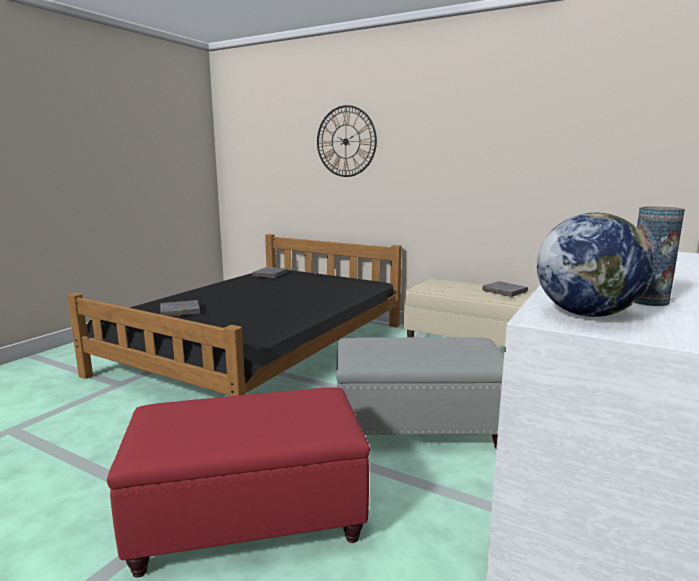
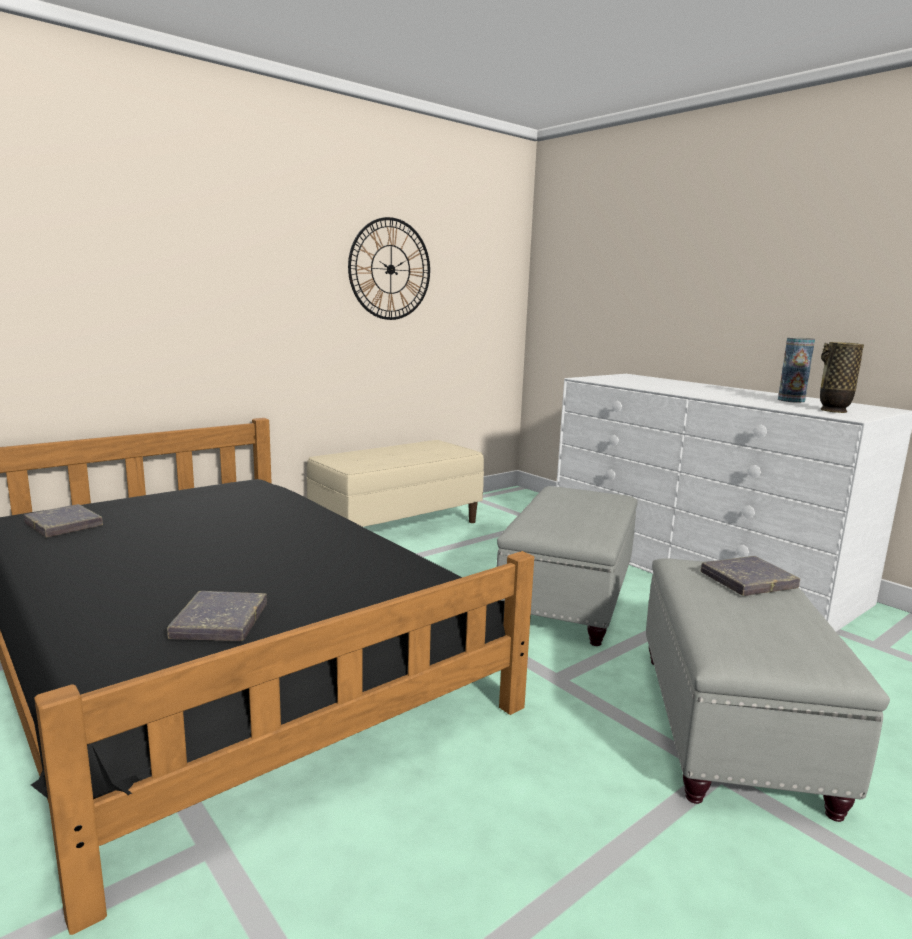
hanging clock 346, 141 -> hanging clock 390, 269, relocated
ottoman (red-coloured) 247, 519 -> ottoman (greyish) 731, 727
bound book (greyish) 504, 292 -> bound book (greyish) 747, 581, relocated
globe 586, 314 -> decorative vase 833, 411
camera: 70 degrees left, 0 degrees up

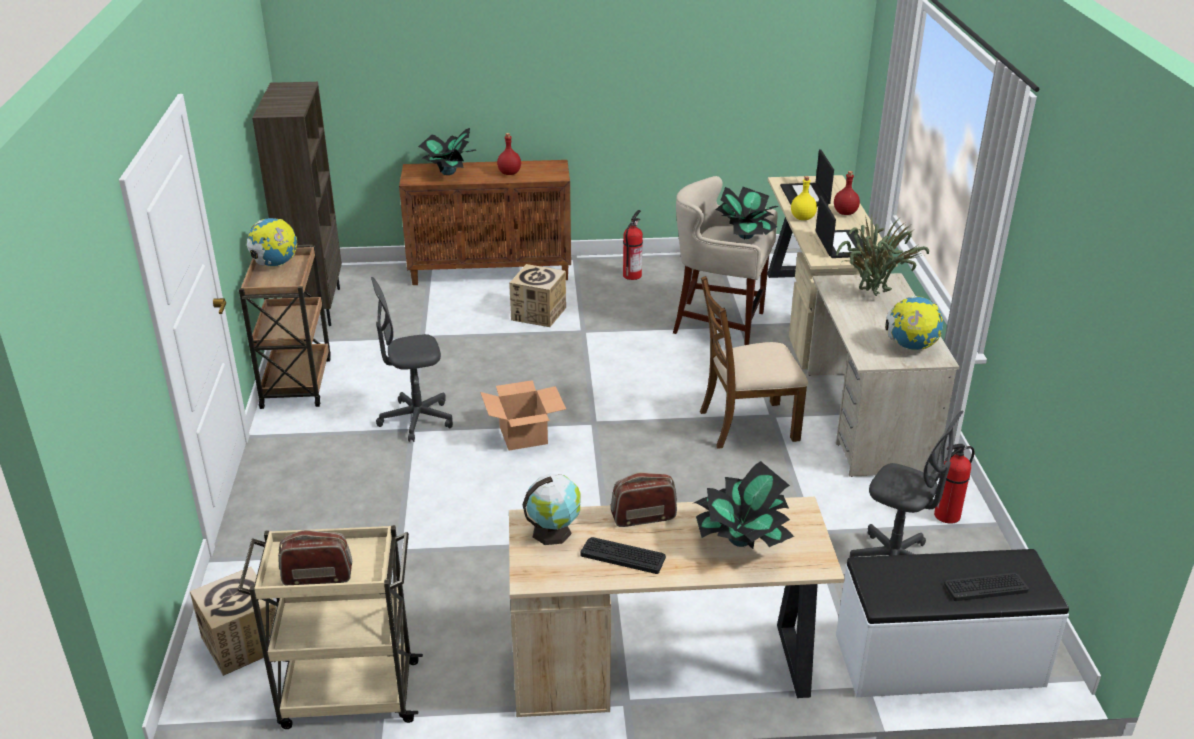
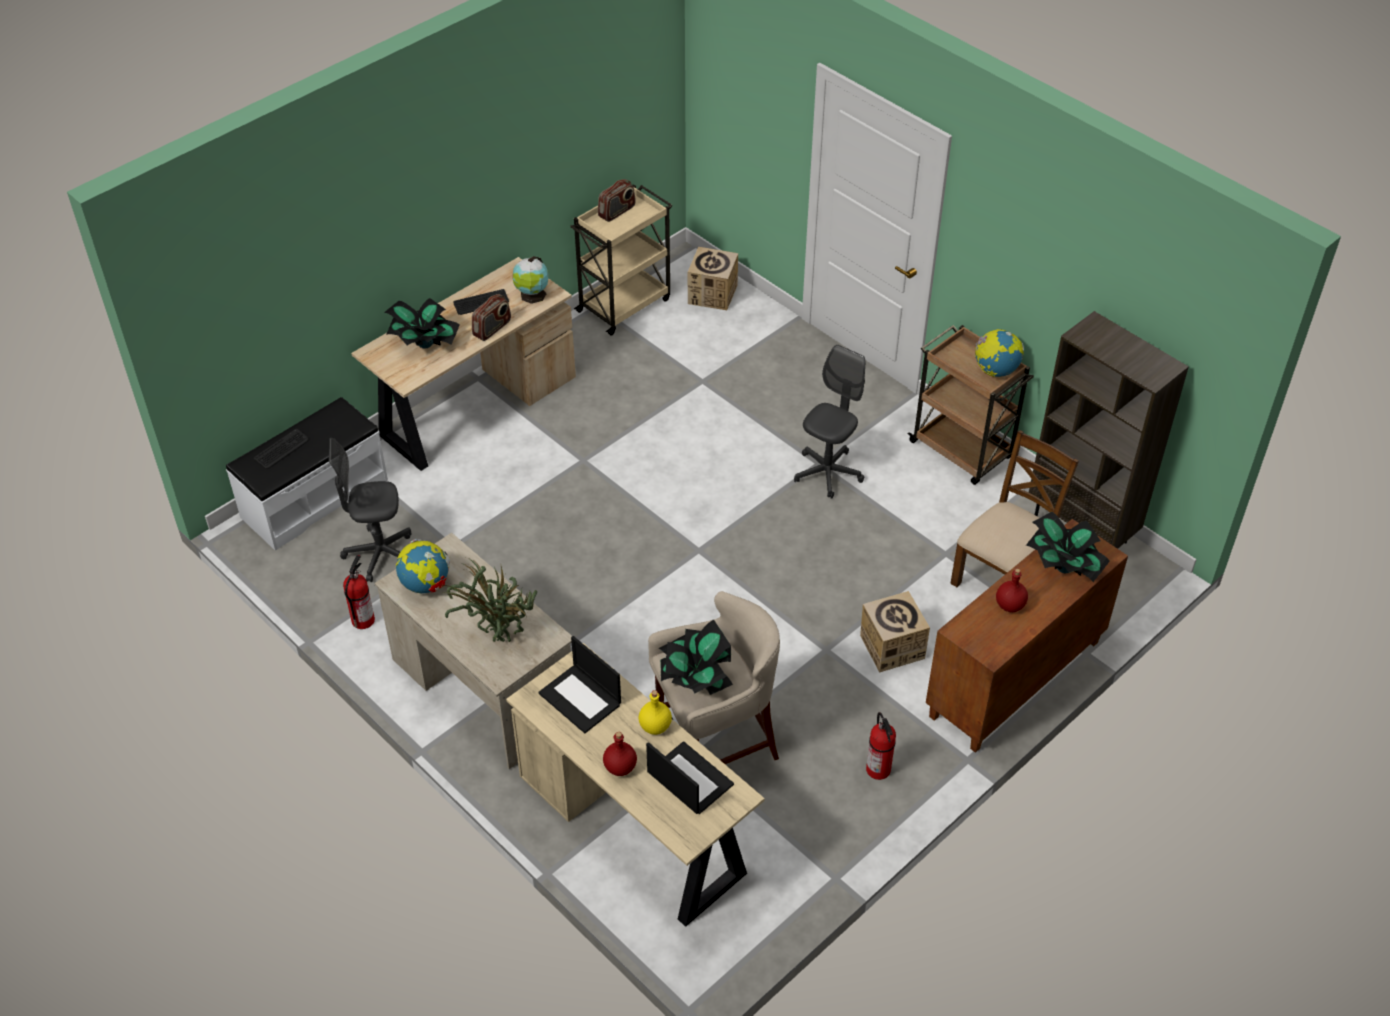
plain chair (brownish) 747, 424 -> plain chair (brownish) 1003, 575, relocated
cardboard box 523, 435 -> none
camera: 140 degrees right, 15 degrees up

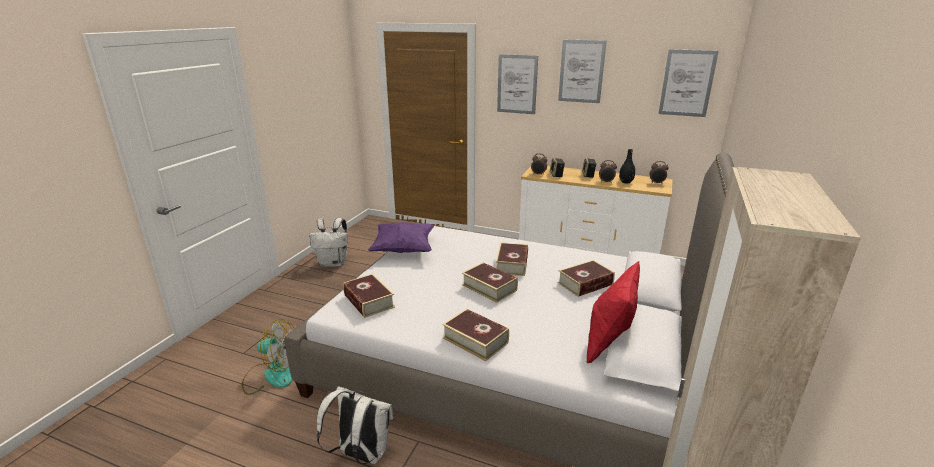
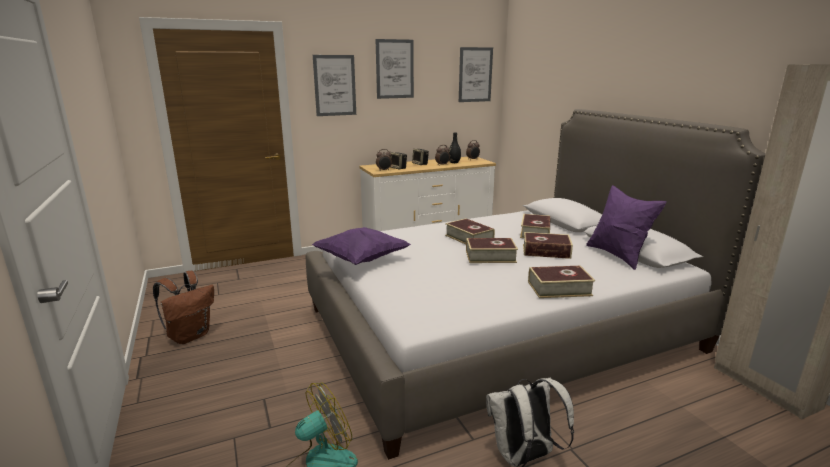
backpack (whitish) 333, 263 -> backpack (brownish) 190, 335
bound book 369, 301 -> bound book 546, 251, relocated
pillow (red-coloured) 608, 343 -> pillow (purple) 618, 255
camera: 45 degrees left, 5 degrees down

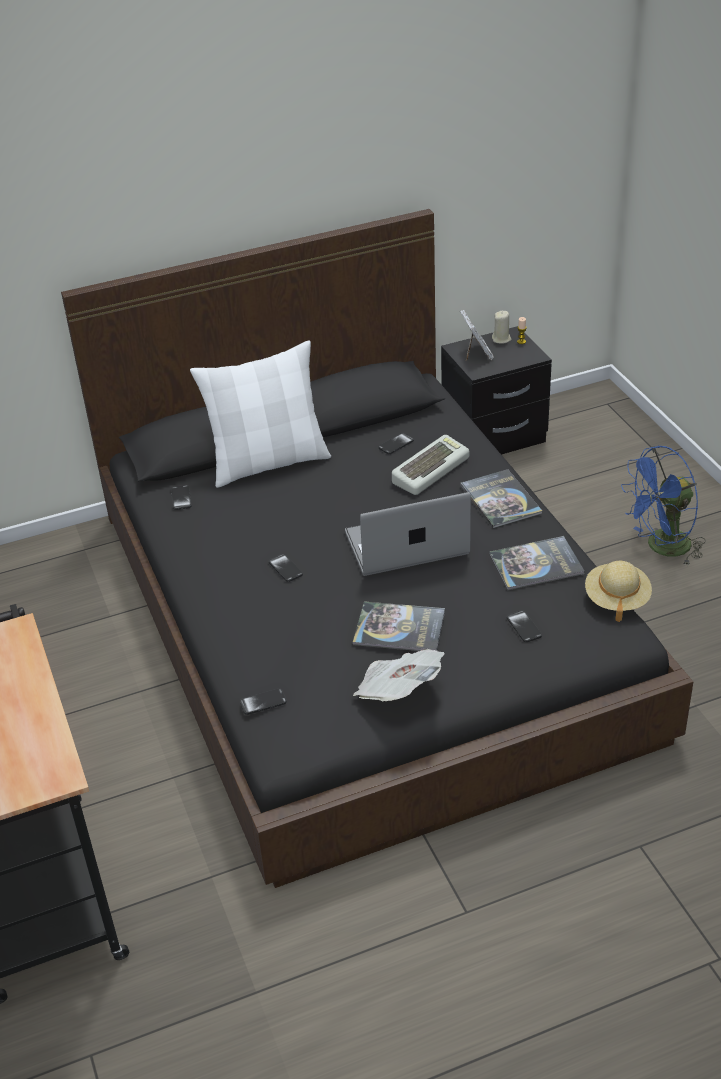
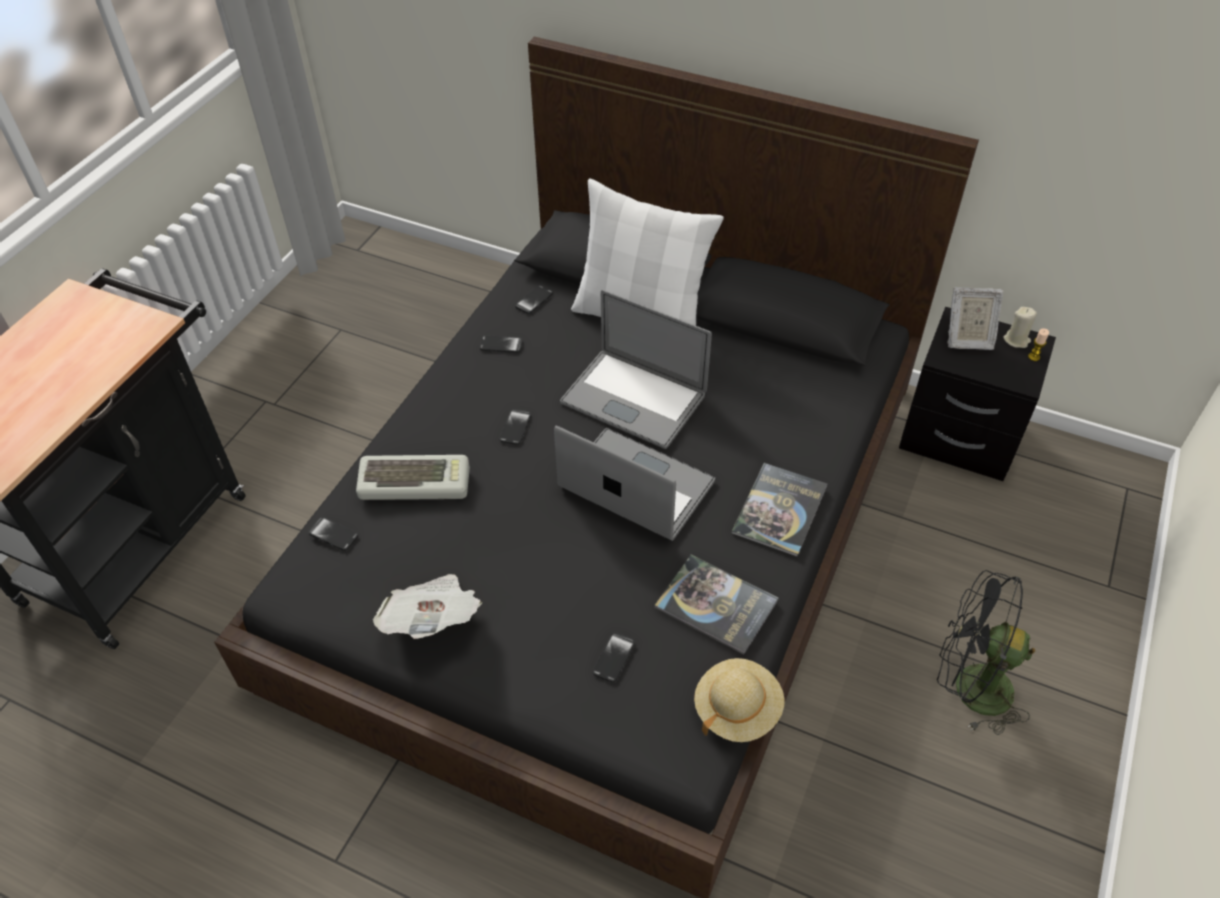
PC keyboard 429, 469 -> PC keyboard 416, 482, relocated
phone 396, 444 -> phone 501, 345, relocated
none -> notebook computer 633, 398
electric fan (blue-coloured) 661, 548 -> electric fan (blackish) 969, 688
photo frame 476, 354 -> photo frame 967, 339, 60 degrees clockwise
bound book 399, 628 -> none
camera: 45 degrees right, 10 degrees up

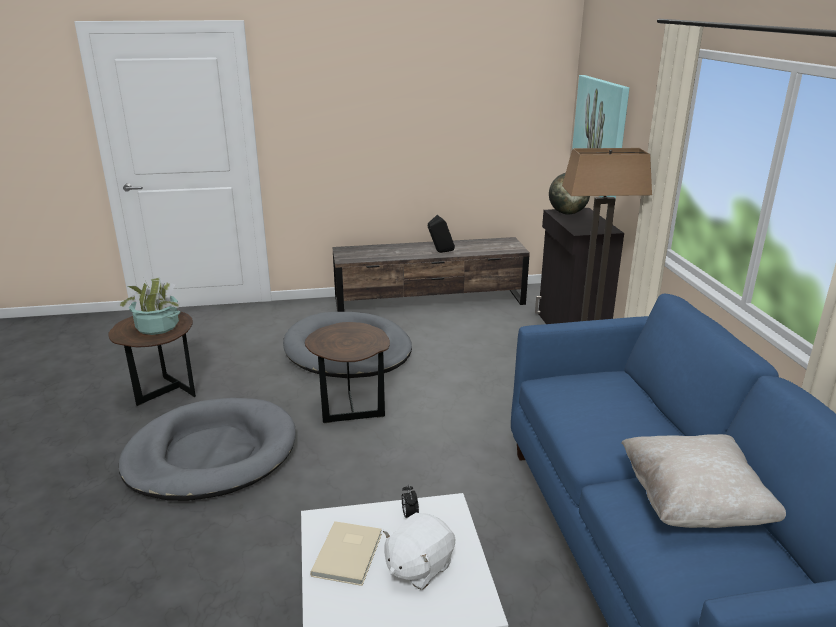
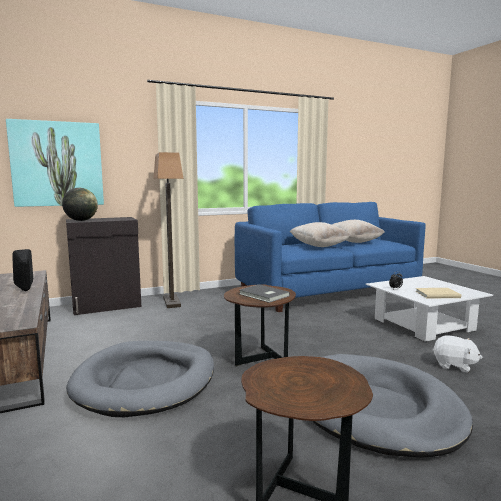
none -> bound book (greyish) 263, 295
none -> pillow (beige) 319, 246
cuddly toy (whitish) 418, 566 -> cuddly toy (whitish) 454, 365, relocated
plant in a pot 157, 327 -> none
camera: 105 degrees left, 15 degrees down

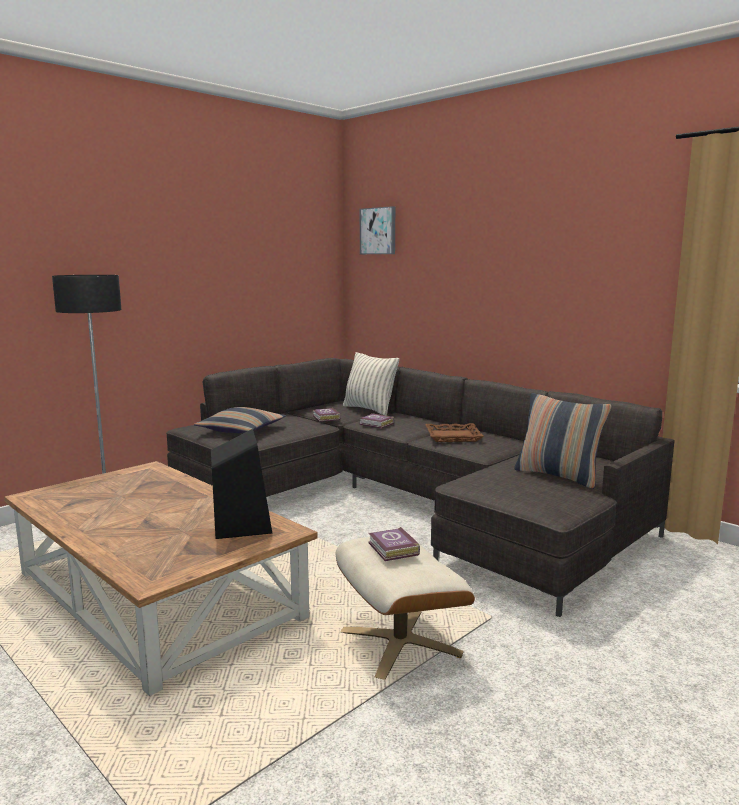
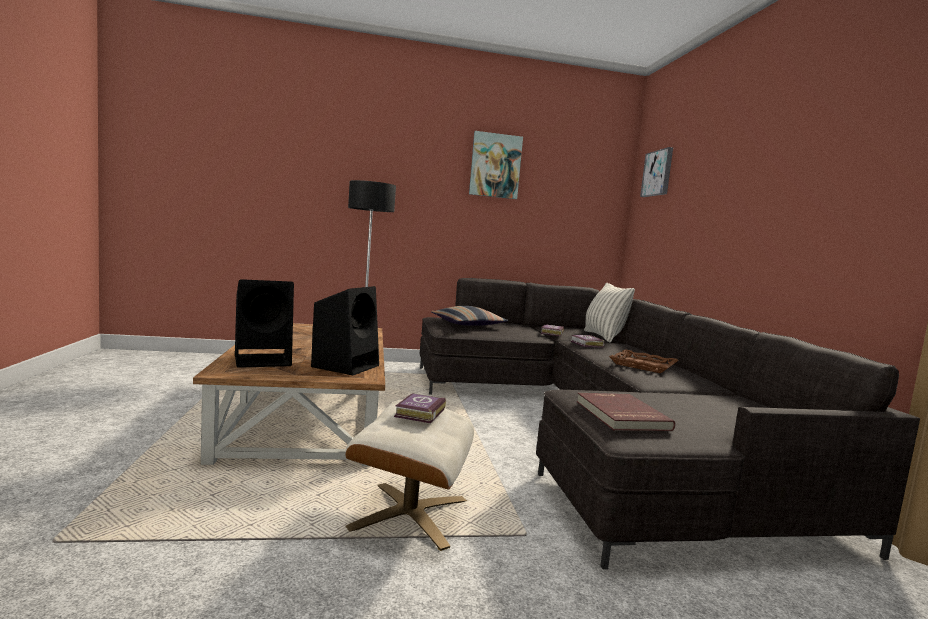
none -> loudspeaker (blackish) 264, 360
none -> picture 495, 165
none -> bound book (red-coloured) 620, 415
pillow 558, 476 -> none
camera: 35 degrees right, 5 degrees down

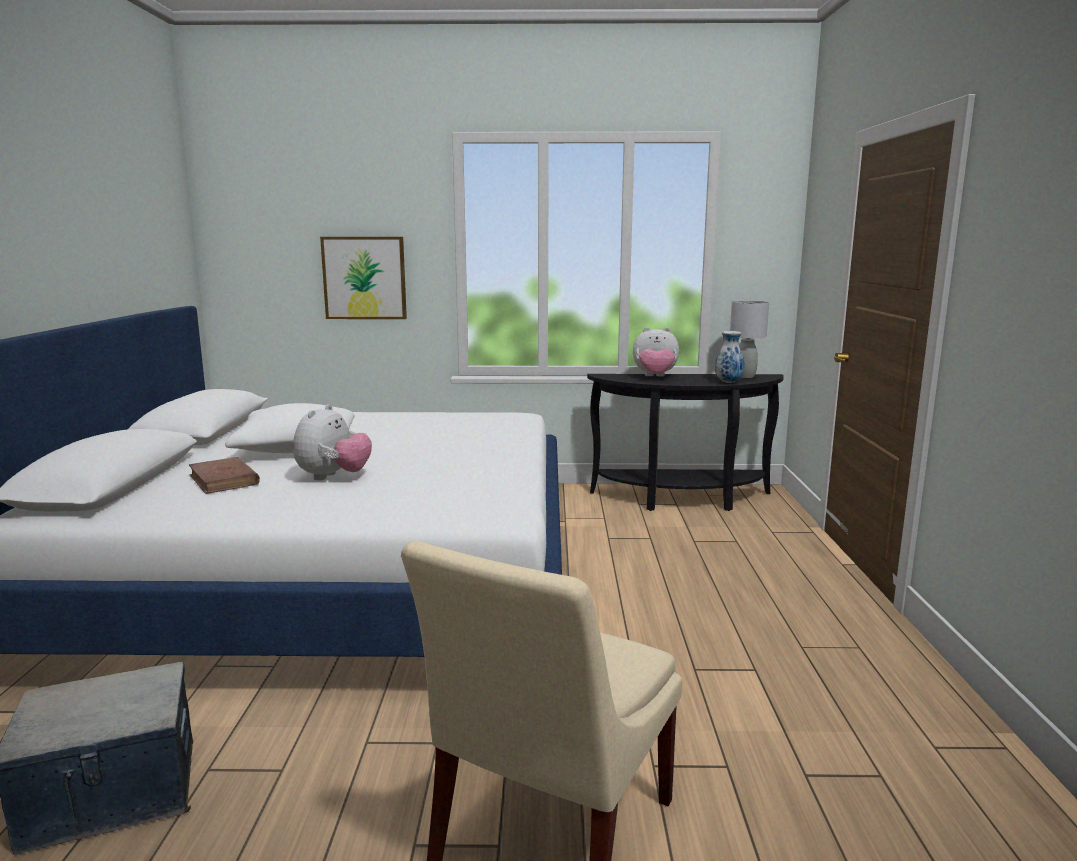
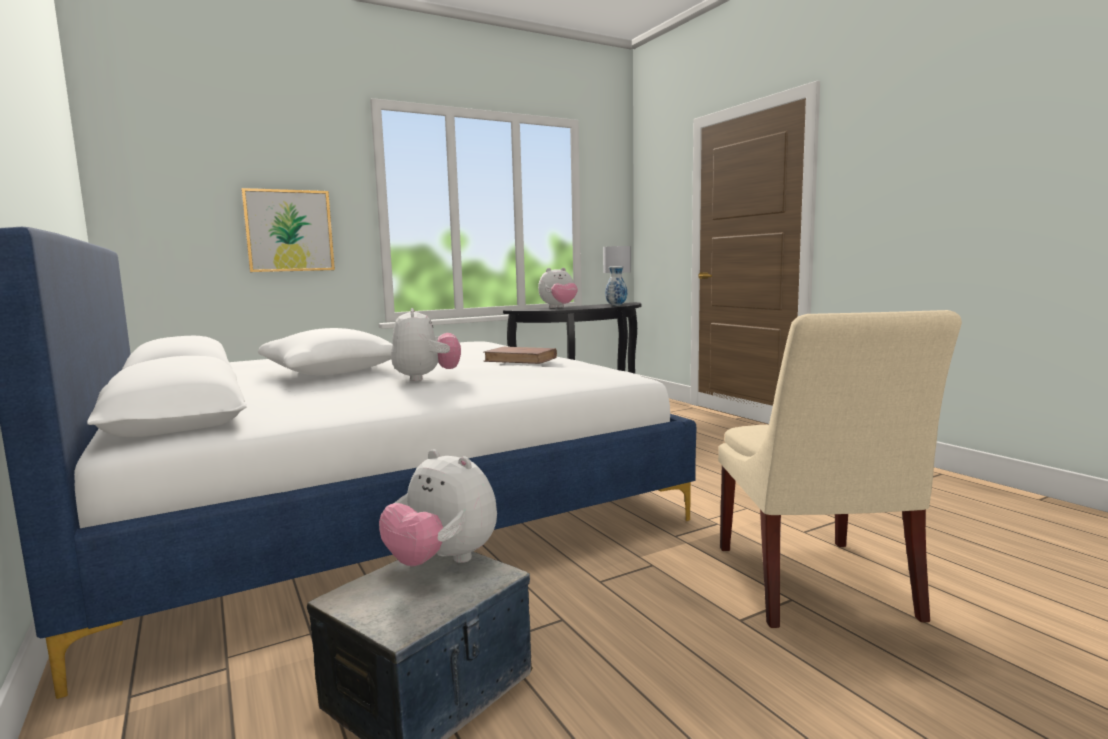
none -> cuddly toy 442, 562
bound book (brownish) 224, 480 -> bound book (brownish) 521, 359, relocated
camera: 30 degrees left, 5 degrees down

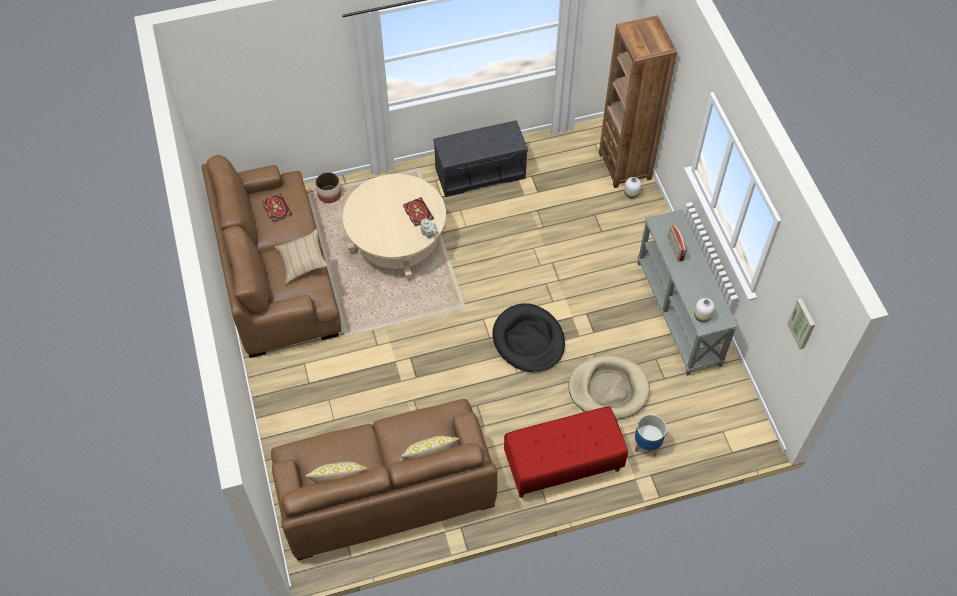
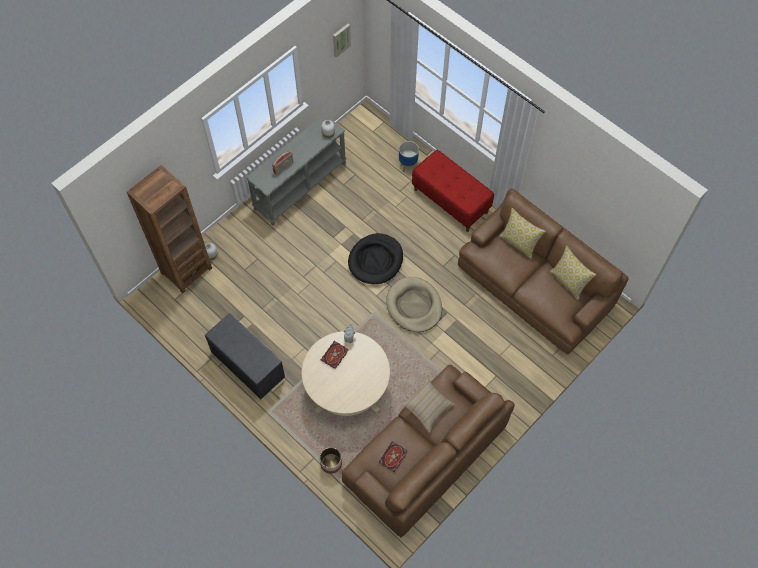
pet bed (beige) 608, 389 -> pet bed (beige) 414, 306, relocated
camera: 120 degrees left, 5 degrees up

